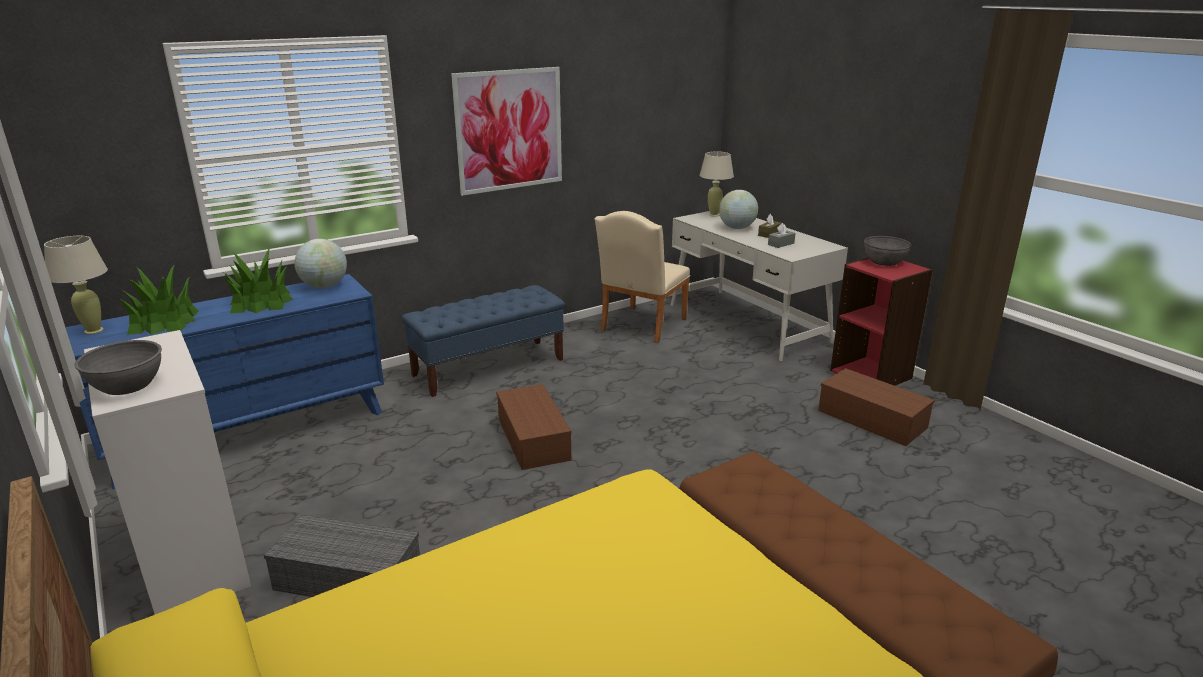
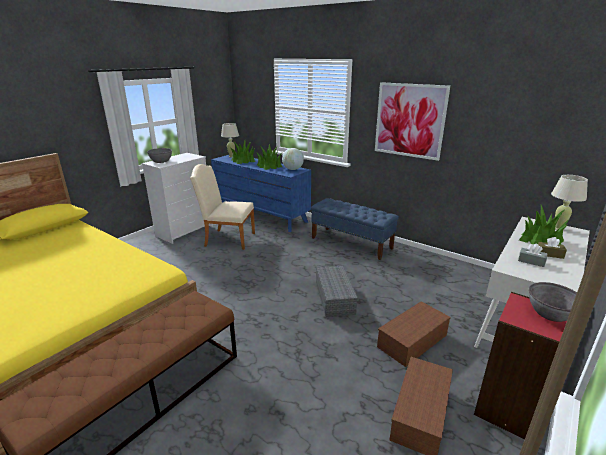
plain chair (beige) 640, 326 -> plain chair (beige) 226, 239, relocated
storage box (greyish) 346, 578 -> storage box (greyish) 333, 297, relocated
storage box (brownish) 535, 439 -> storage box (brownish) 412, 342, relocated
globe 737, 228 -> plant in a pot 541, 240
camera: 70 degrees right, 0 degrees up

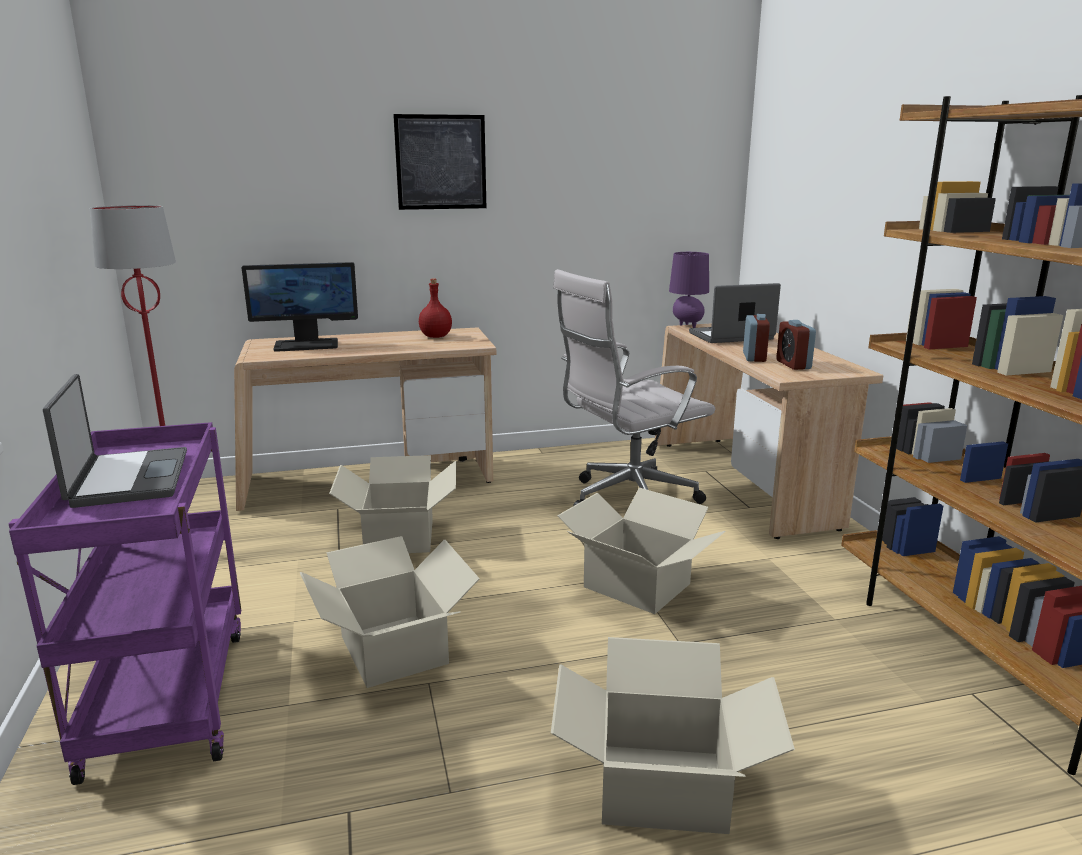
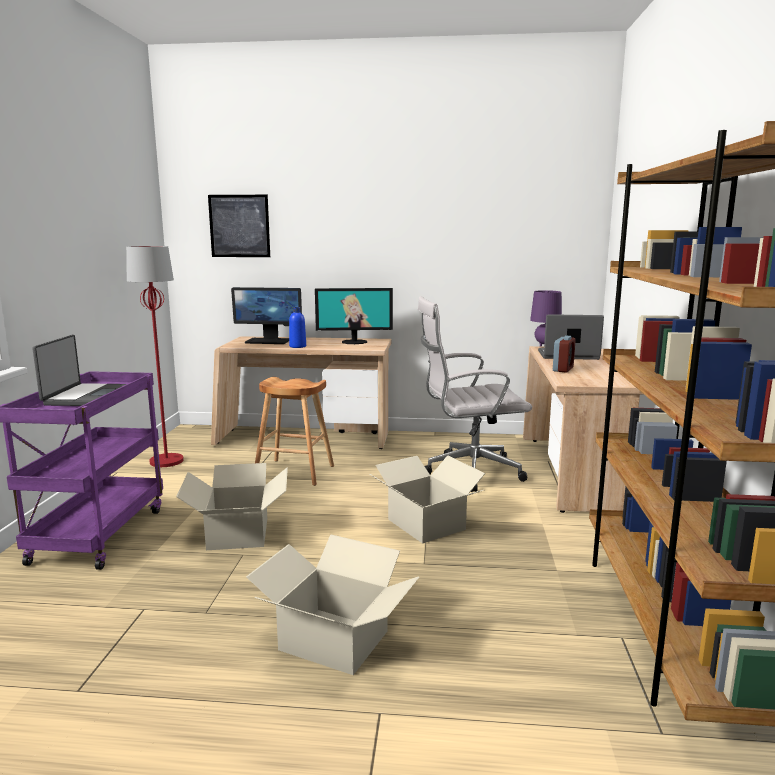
picture 441, 162 -> picture 239, 226, relocated
cardboard box 398, 536 -> stool (brownish) 294, 472
none -> bottle (blue-coloured) 297, 346
bottle (red-coloured) 436, 336 -> computer screen 354, 342
bedside clock 793, 365 -> none
camera: 20 degrees right, 5 degrees down

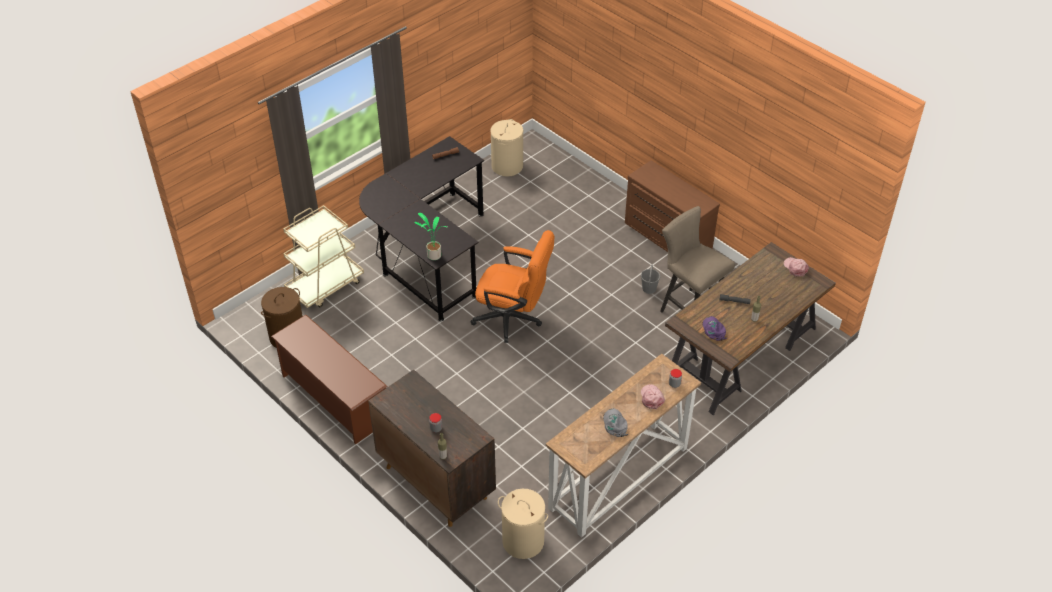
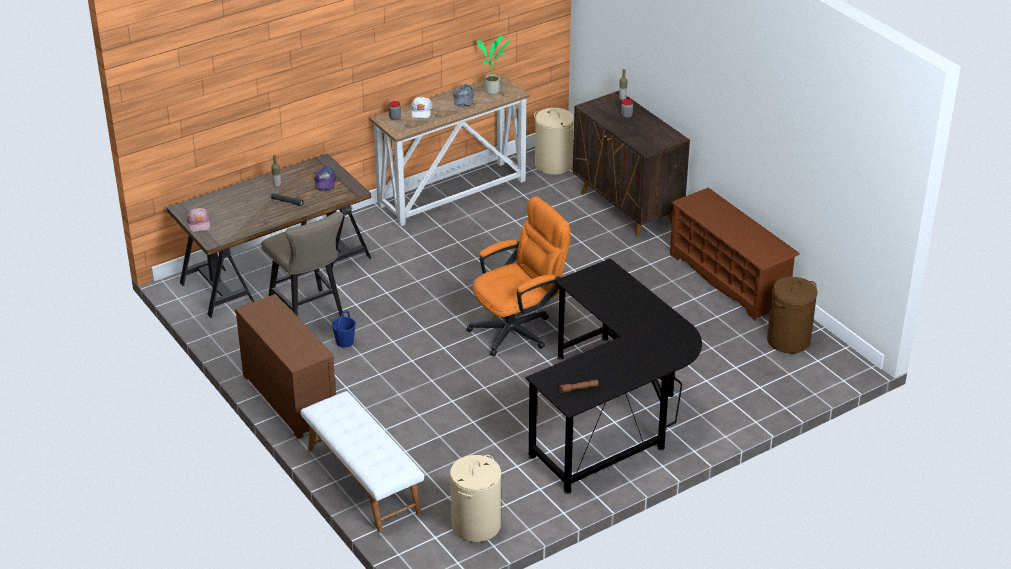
none -> indoor bench (whitish) 362, 481
bucket (greyish) 649, 289 -> bucket (blue-coloured) 345, 342
peaked cap (pink) 651, 398 -> peaked cap (whitish) 421, 111
desk chair (orangey) 513, 319 -> desk chair (orangey) 518, 329, 120 degrees clockwise
plant in a pot 433, 255 -> plant in a pot 493, 90, relocated
wheeled cart (beige) 325, 285 -> none
camera: 170 degrees left, 10 degrees down

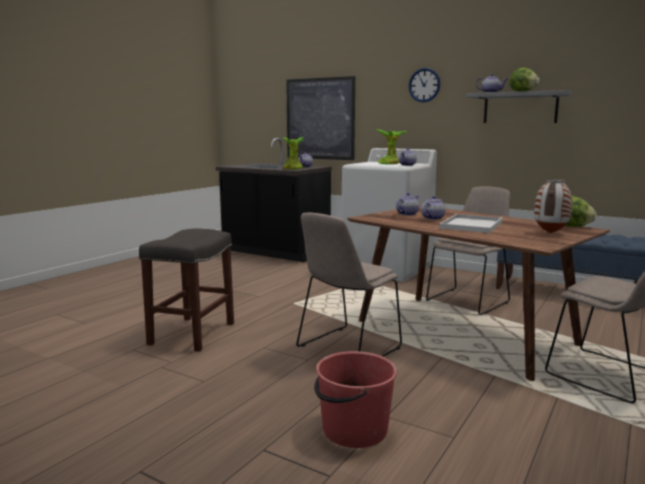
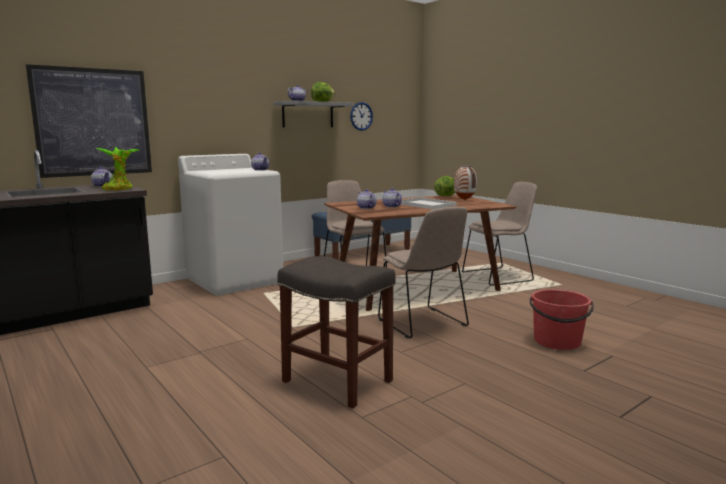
hanging clock 424, 85 -> hanging clock 361, 116, relocated
plant in a pot 389, 163 -> none
camera: 70 degrees left, 0 degrees up

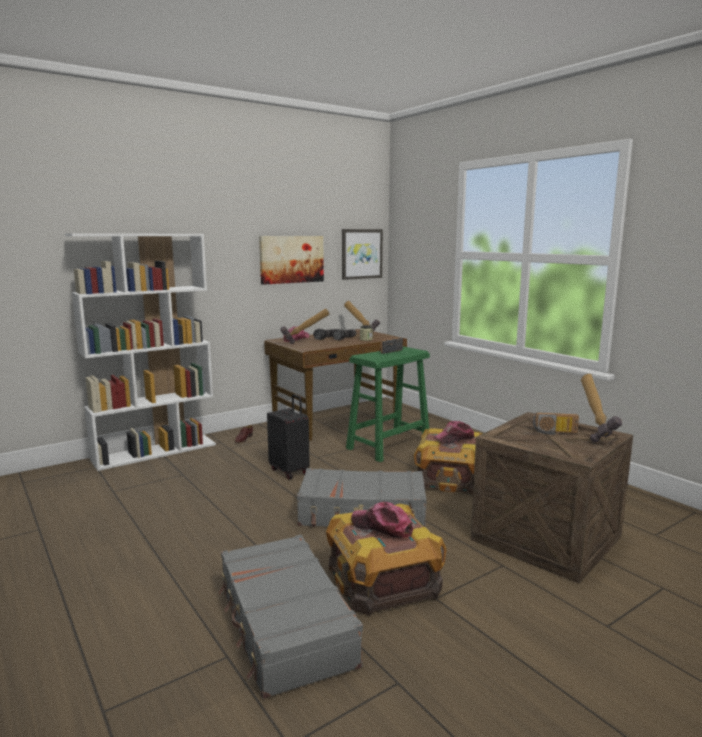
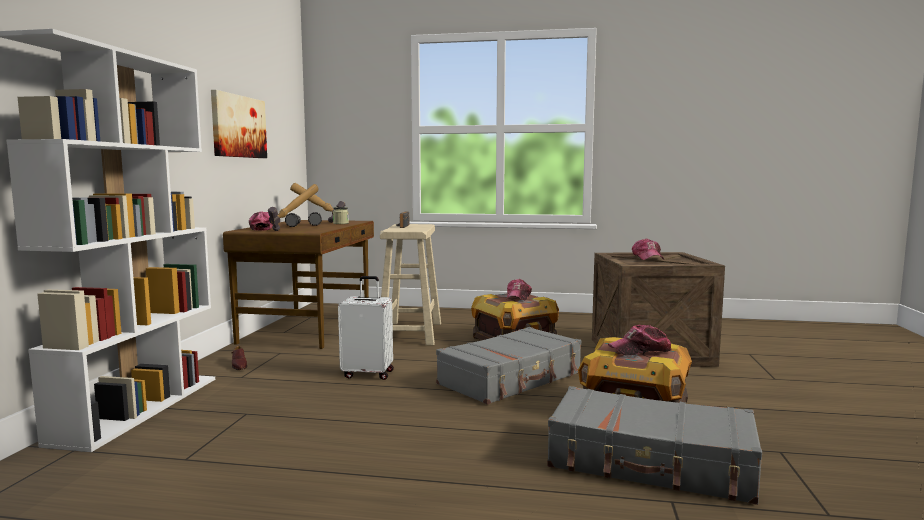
suitcase (blackish) 290, 471 -> suitcase (whitish) 368, 374
stool (green-coloured) 388, 446 -> stool (beige) 410, 333
radio set 554, 432 -> peaked cap 647, 257
picture 361, 254 -> none
tool hammer 596, 435 -> none
camera: 45 degrees left, 5 degrees down

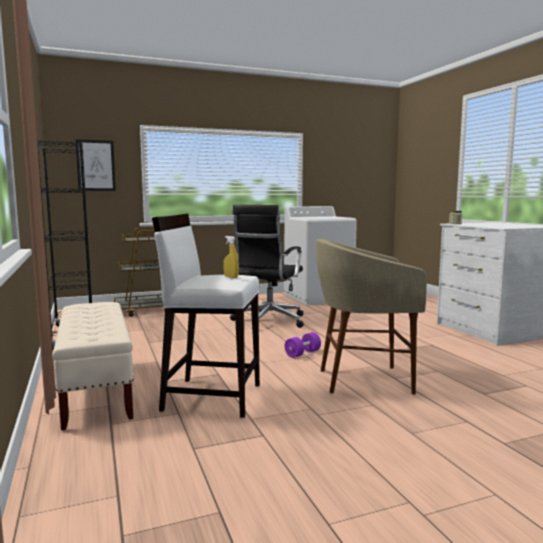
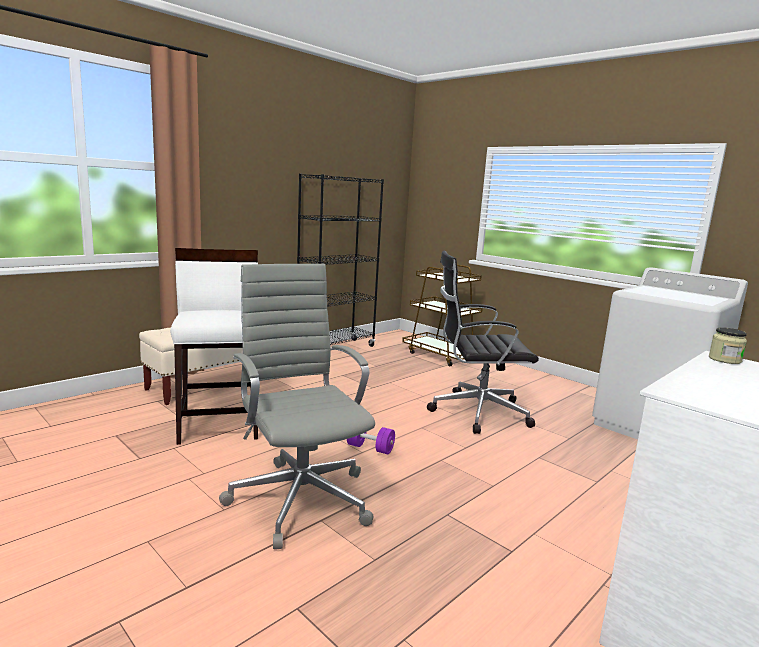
stool (beige) 364, 380 -> desk chair (greyish) 300, 497
picture 96, 165 -> none
spray bottle (yellow-coloured) 231, 277 -> none
camera: 65 degrees right, 5 degrees up

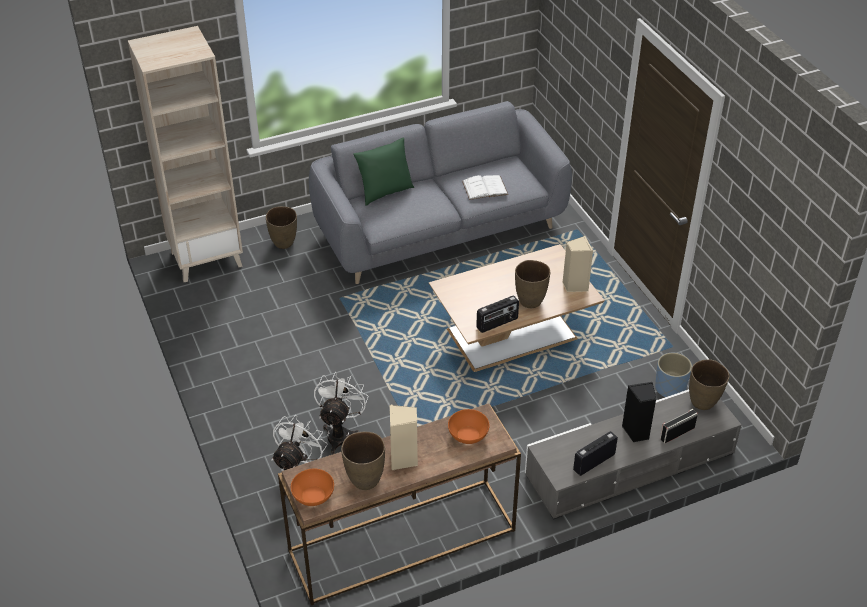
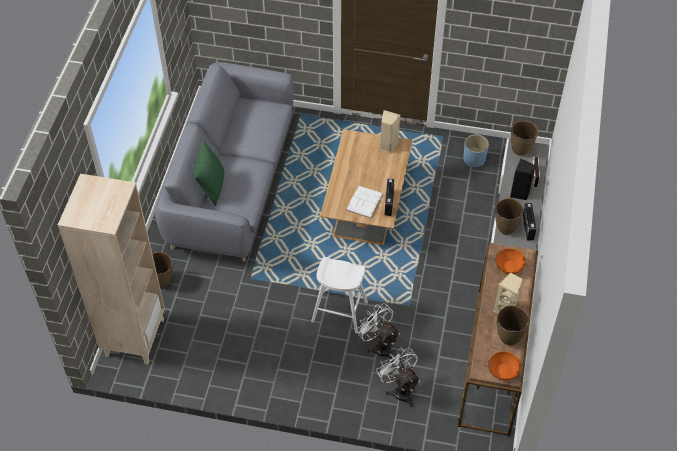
none -> stool (whitish) 339, 312
bound book (whitish) 485, 188 -> bound book (whitish) 365, 202, relocated
decorative vase (brownish) 530, 301 -> decorative vase (brownish) 505, 228, relocated
camera: 55 degrees left, 10 degrees up

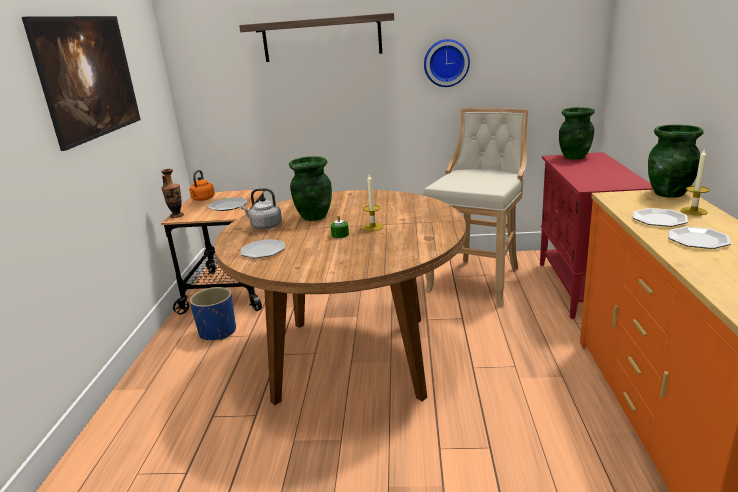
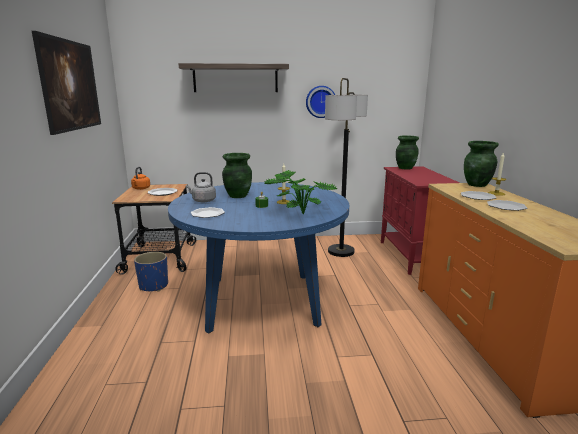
kitchen table (brownish) 353, 357 -> kitchen table (blue-coloured) 262, 300
none -> plant in a pot 300, 213
stool (beige) 478, 279 -> floor lamp 341, 251
decorative vase 177, 216 -> none
camera: 10 degrees left, 5 degrees down

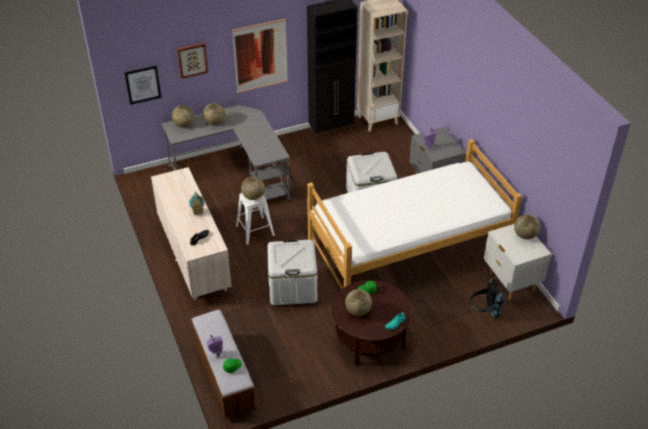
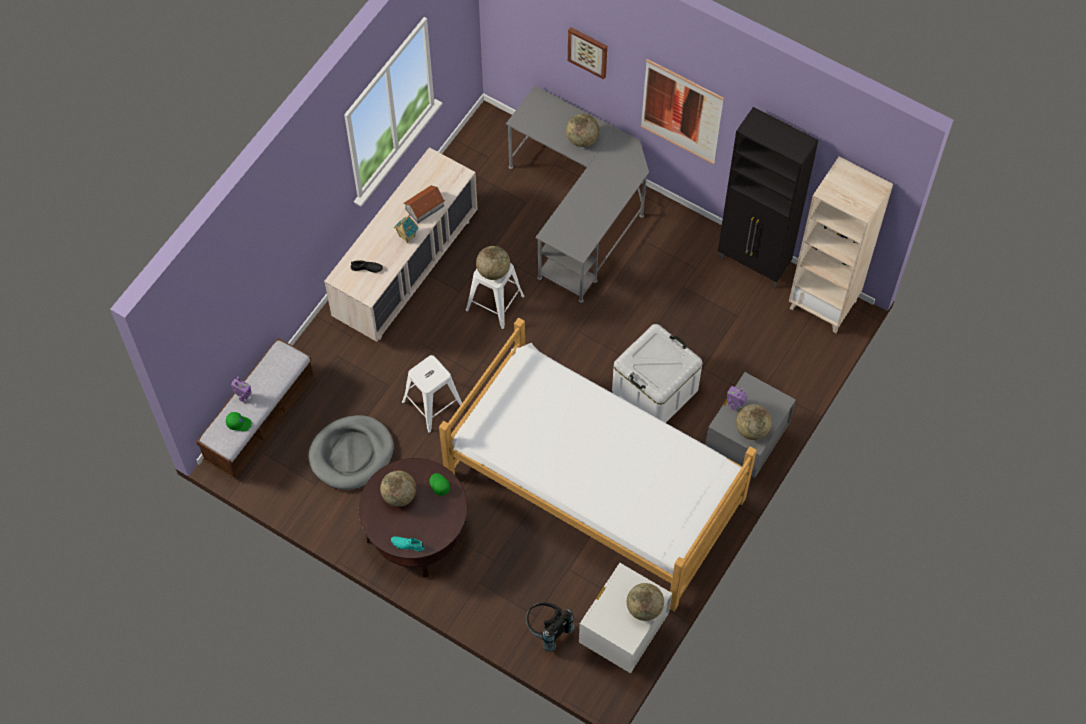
none -> pet bed (greyish) 352, 454
storage box (whitish) 292, 288 -> stool (whitish) 433, 403
none -> toy house 424, 207
globe 183, 125 -> globe 752, 429, relocated
picture 143, 84 -> none
camera: 55 degrees right, 20 degrees up

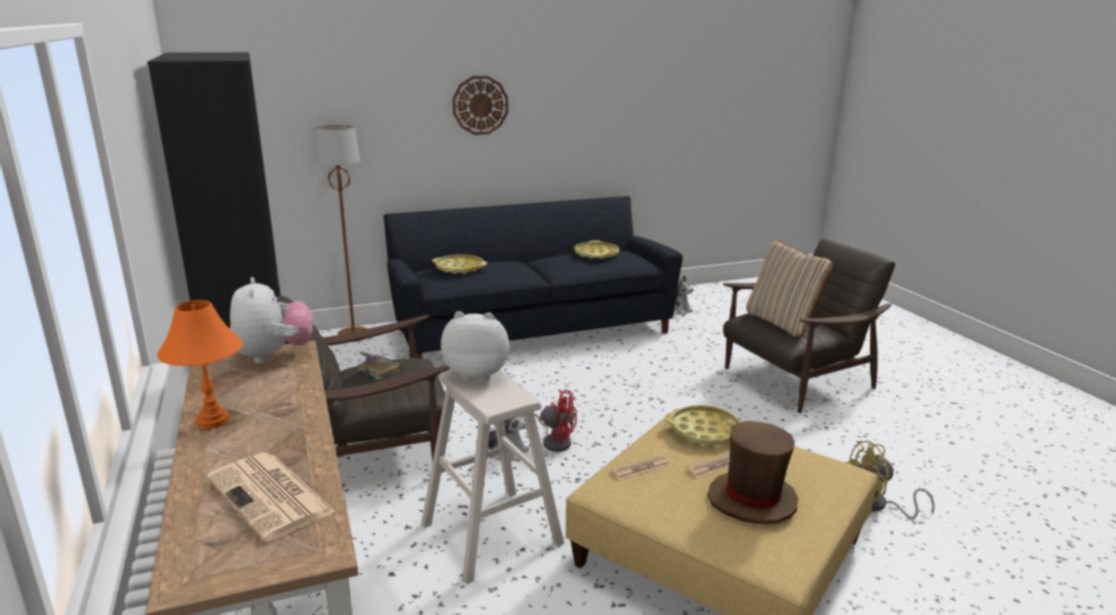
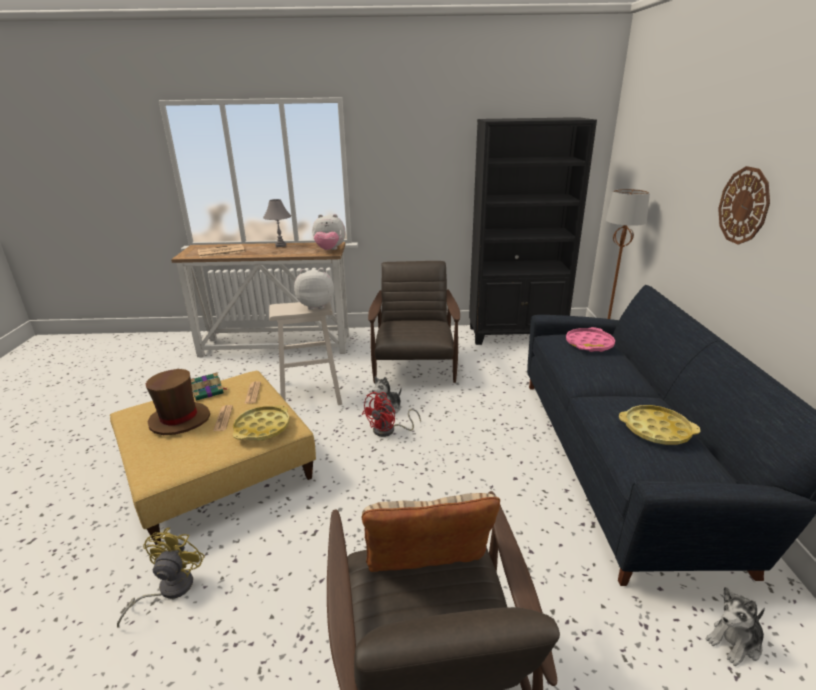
bound book 378, 370 -> bound book 208, 392, relocated
lamp for a table (orangey) 213, 421 -> lamp for a table (greyish) 280, 245
cuddly toy 478, 374 -> cuddly toy 316, 306, 120 degrees counterclockwise
tray (yellow-coloured) 459, 268 -> tray (pink) 589, 344
camera: 110 degrees right, 5 degrees up

